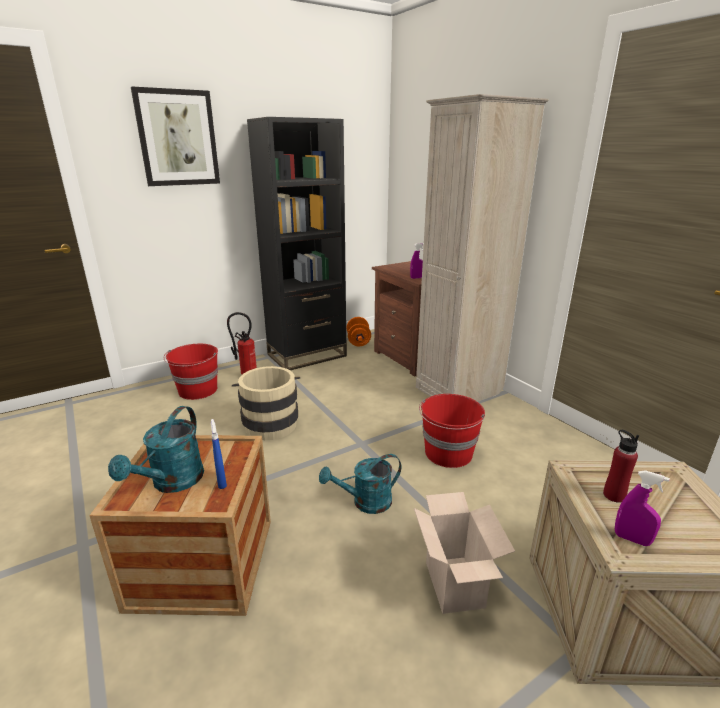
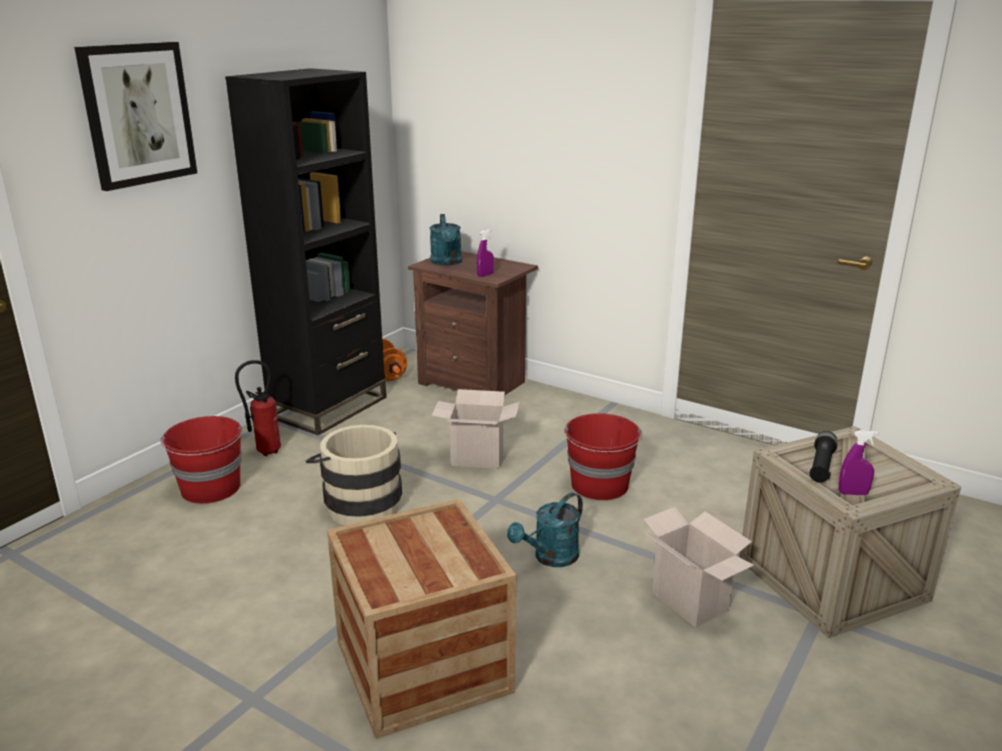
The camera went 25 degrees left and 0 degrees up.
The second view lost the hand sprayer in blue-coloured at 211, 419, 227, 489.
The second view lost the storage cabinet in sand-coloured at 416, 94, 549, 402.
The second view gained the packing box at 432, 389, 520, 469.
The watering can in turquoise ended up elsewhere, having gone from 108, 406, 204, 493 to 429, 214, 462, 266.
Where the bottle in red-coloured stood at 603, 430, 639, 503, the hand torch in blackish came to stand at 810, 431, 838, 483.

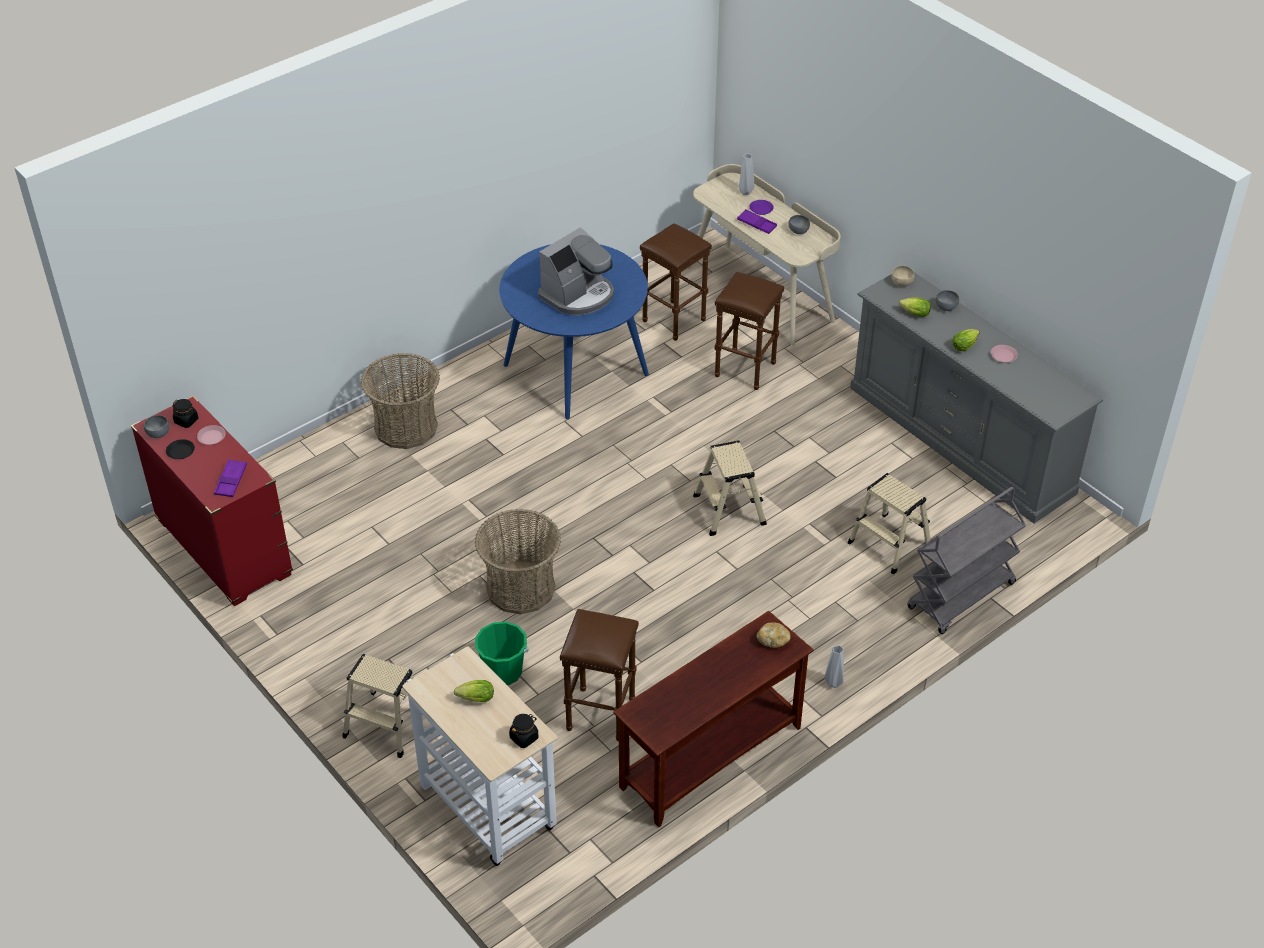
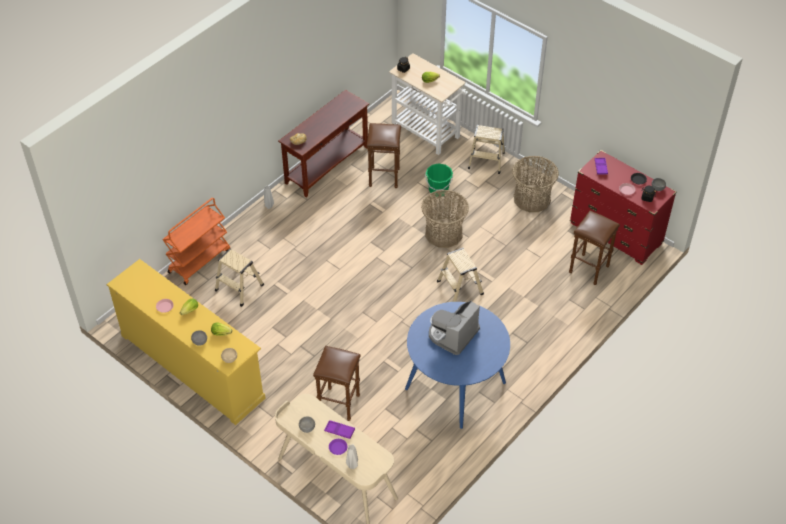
The camera went 170 degrees right and 5 degrees up.
The basket ended up elsewhere, having gone from 361, 353, 440, 449 to 512, 156, 559, 212.
The stool in brown ended up elsewhere, having gone from 640, 223, 712, 341 to 569, 211, 620, 285.
The stepladder in sand-coloured ended up elsewhere, having gone from 693, 440, 767, 536 to 437, 248, 484, 302.
What was the storage cabinet in greyish at 850, 272, 1103, 524 turned into the storage cabinet in yellow at 106, 259, 266, 425.
What was the trolley in greyish at 907, 487, 1026, 634 turned into the trolley in orangey at 163, 198, 230, 285.

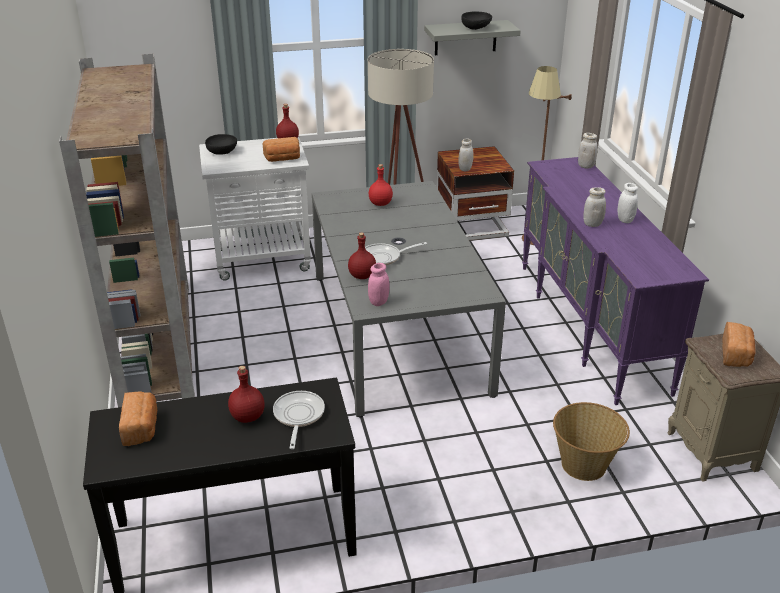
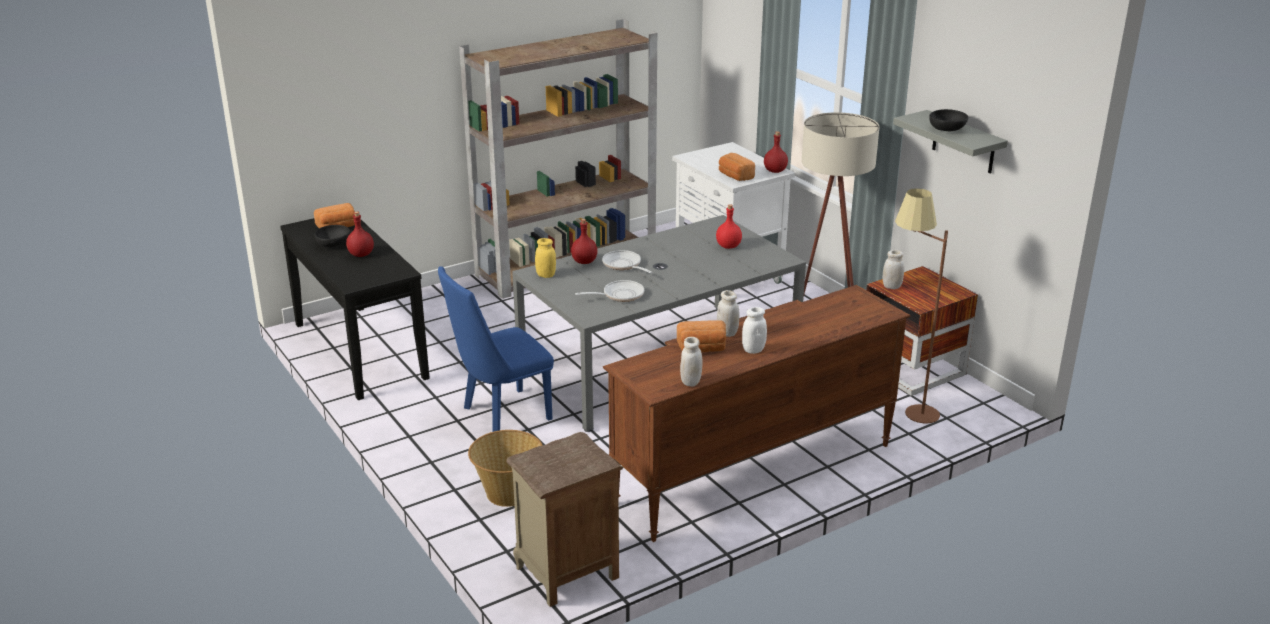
The camera went 70 degrees right and 5 degrees down.
The second view gained the upright chair in blue-coloured at 438, 266, 554, 432.
The serving bowl in blackish ended up elsewhere, having gone from 205, 134, 237, 155 to 315, 225, 350, 248.
The pan ended up elsewhere, having gone from 273, 391, 325, 449 to 575, 280, 644, 302.
The preserve jar in white ended up elsewhere, having gone from 578, 133, 597, 169 to 680, 337, 702, 387.
The bread ended up elsewhere, having gone from 722, 322, 756, 367 to 677, 320, 726, 352.
What was the preserve jar in pinkish at 368, 263, 390, 306 turned into the preserve jar in yellow at 535, 238, 556, 278.
What was the storage cabinet in purplish at 522, 157, 709, 405 turned into the storage cabinet in brown at 603, 285, 911, 542.

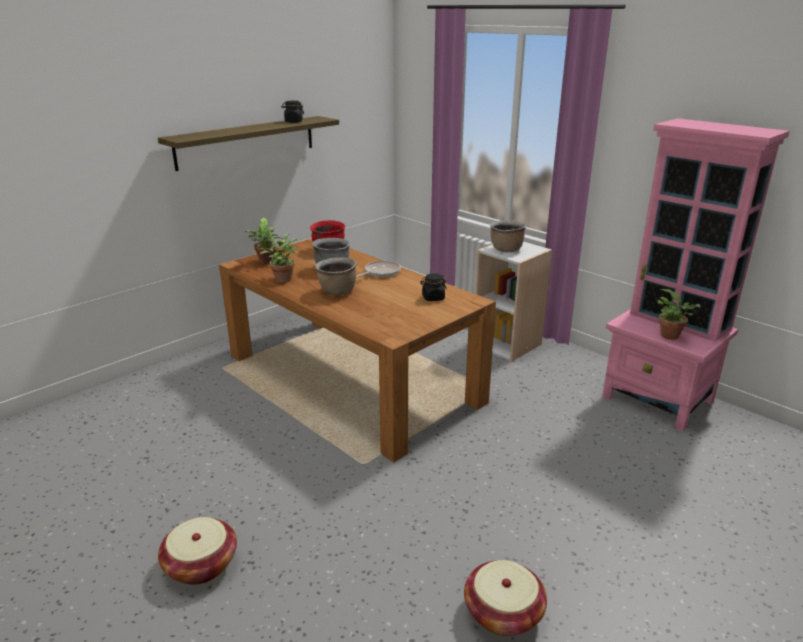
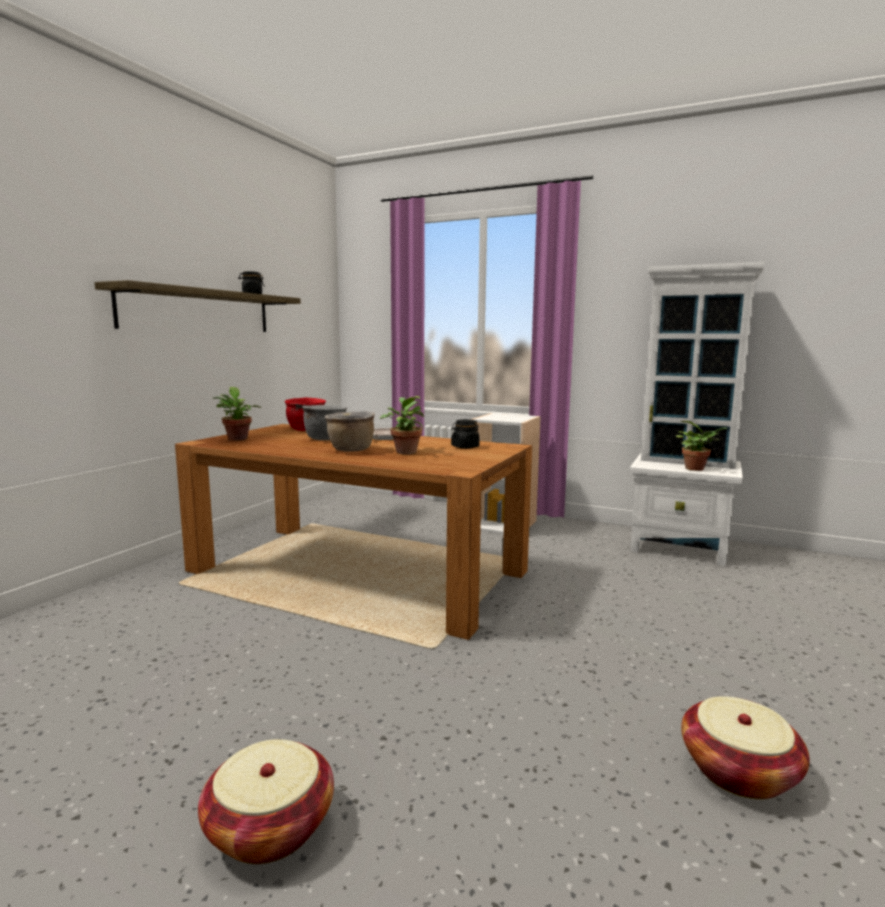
The camera went 20 degrees left and 15 degrees down.
The second view lost the saucepot in brown at 490, 220, 526, 252.
The potted plant ended up elsewhere, having gone from 260, 233, 297, 283 to 380, 396, 424, 454.
What was the storage cabinet in pinkish at 602, 118, 790, 431 turned into the storage cabinet in white at 630, 261, 765, 566.

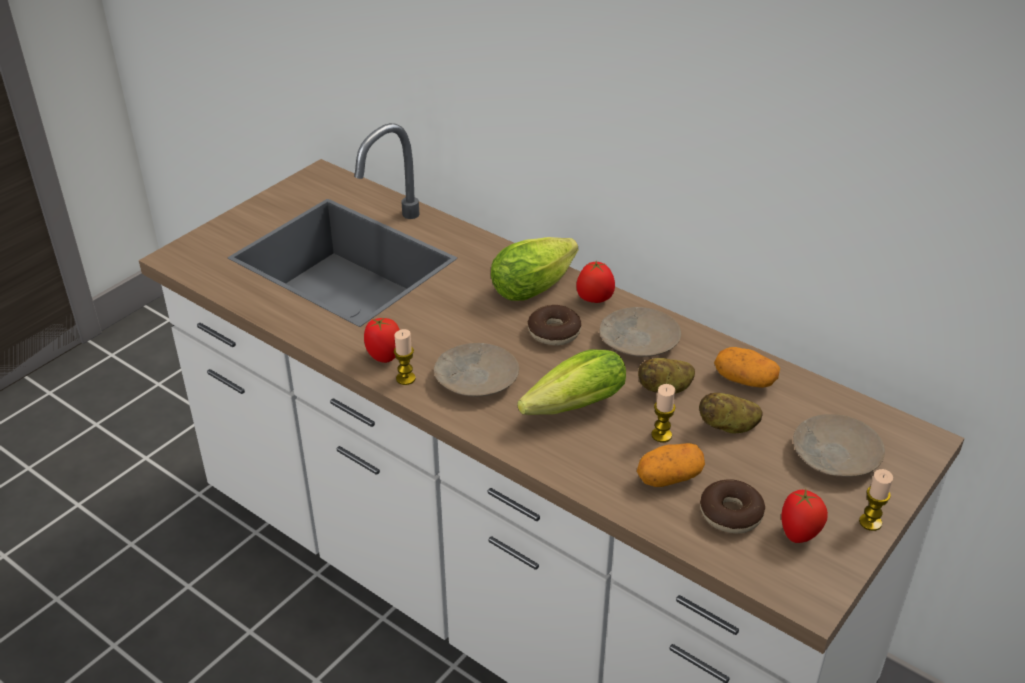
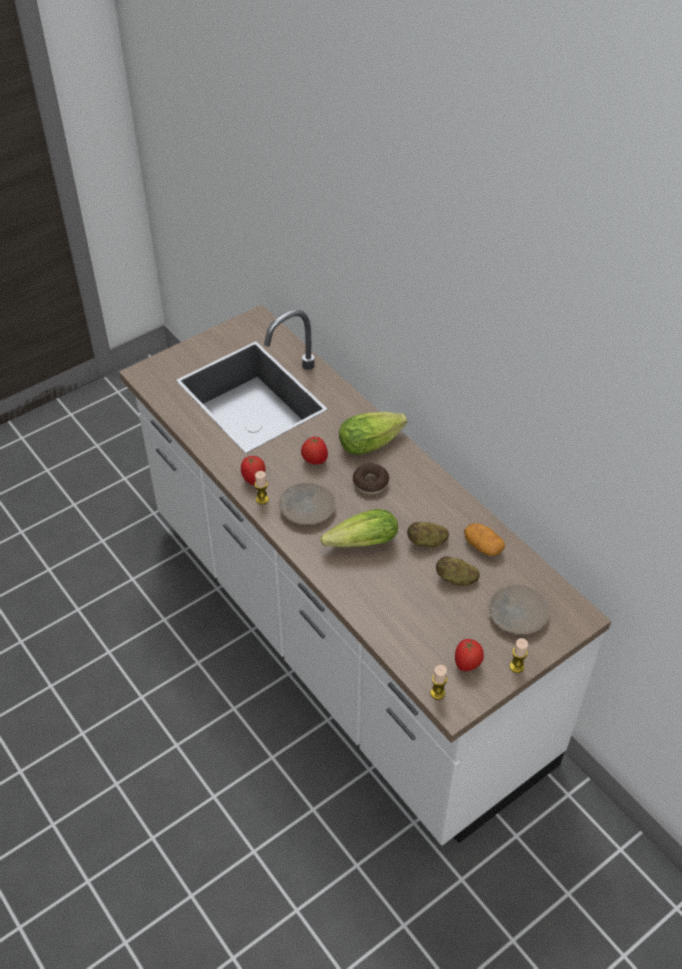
The camera went 15 degrees right and 10 degrees up.
The second view lost the flat dish in sand-coloured at 600, 307, 681, 357.
The second view lost the potato at 637, 443, 705, 487.
The second view lost the ring doughnut at 700, 480, 765, 533.
The tomato ended up elsewhere, having gone from 577, 261, 615, 303 to 301, 436, 328, 465.
The wax light ended up elsewhere, having gone from 651, 384, 676, 442 to 430, 665, 447, 700.

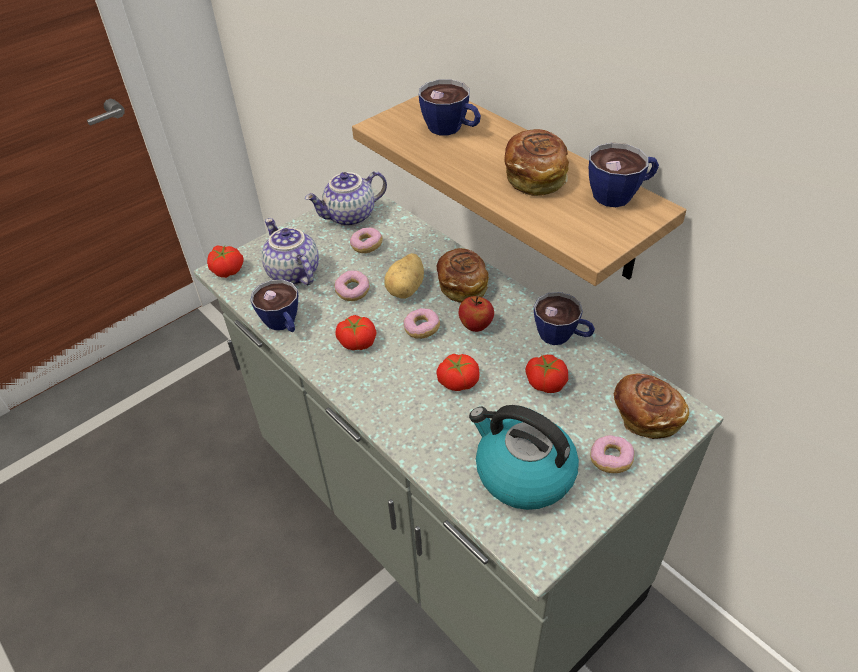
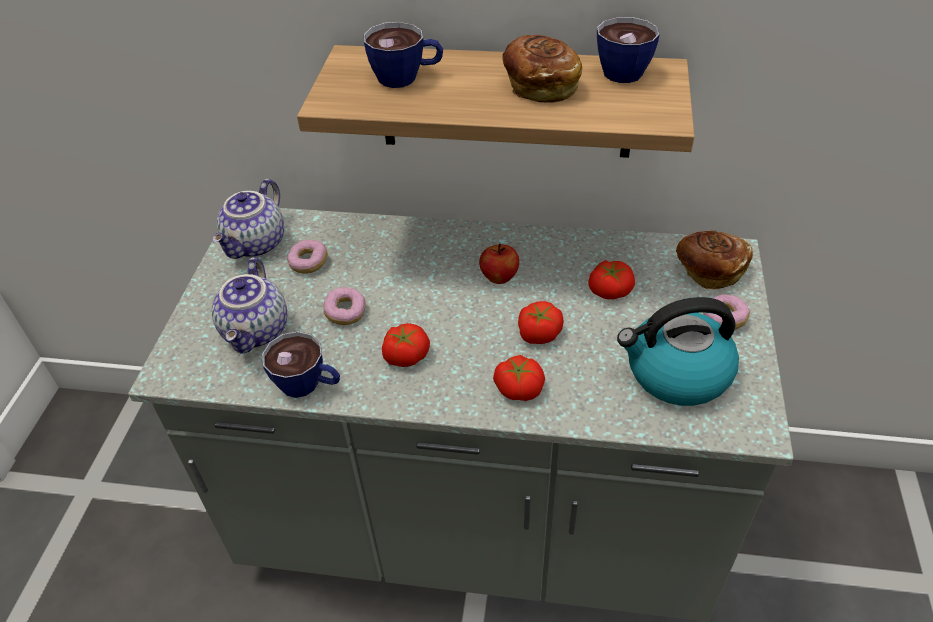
The camera went 40 degrees left and 0 degrees up.
The second view lost the potato at 384, 253, 424, 299.
The second view lost the ring doughnut at 403, 308, 440, 339.
The second view lost the bread at 437, 248, 489, 303.
The second view lost the drinking cup at 534, 292, 595, 345.
The tomato ended up elsewhere, having gone from 207, 245, 244, 278 to 493, 355, 545, 401.
The teapot at 261, 218, 319, 285 ended up facing another way, 105 degrees counterclockwise from before.

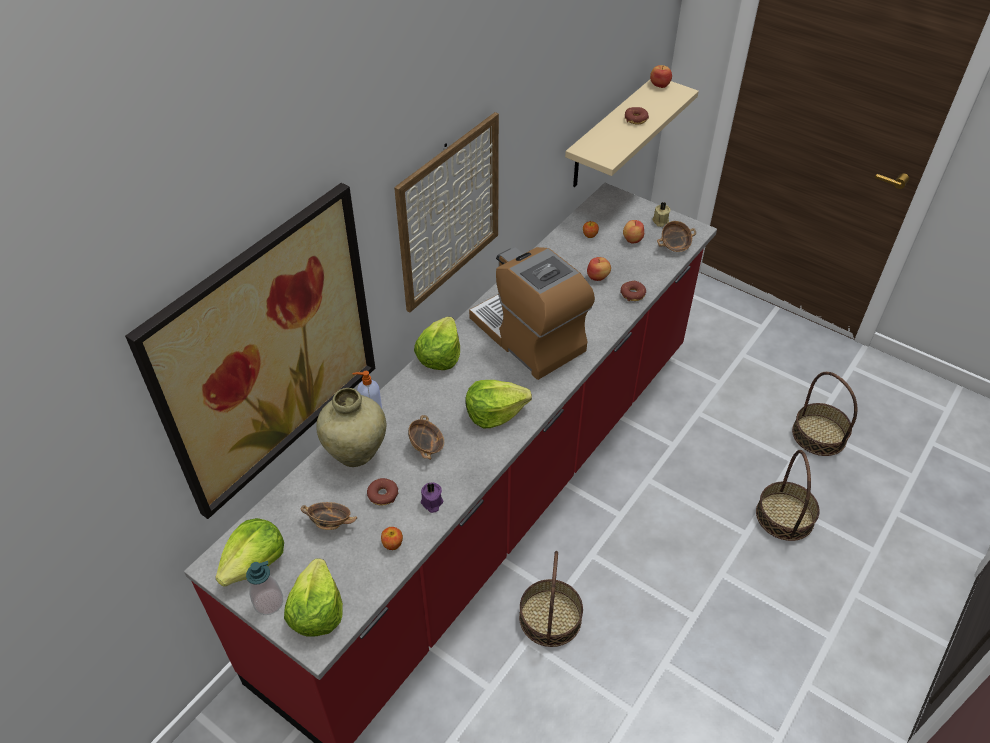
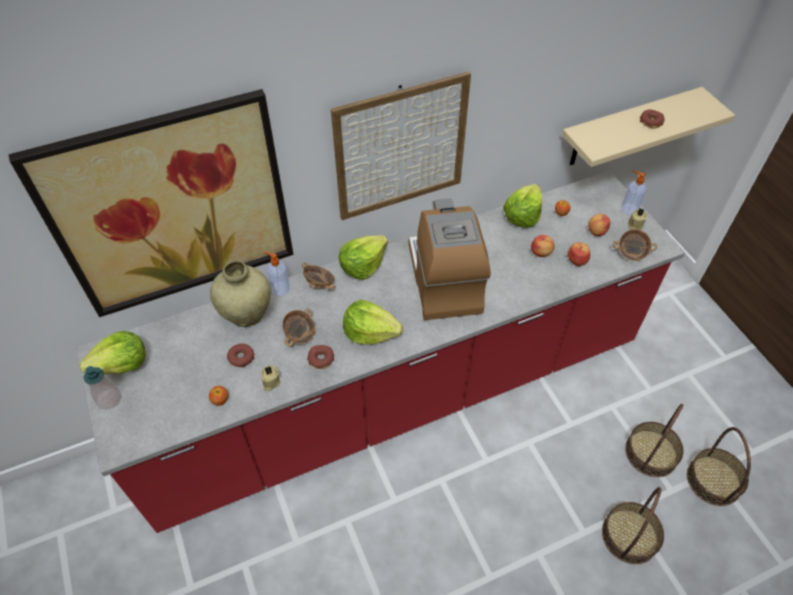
The camera went 30 degrees right and 5 degrees up.
The second view gained the soap dispenser at 621, 171, 646, 215.
The head of lettuce ended up elsewhere, having gone from 284, 559, 343, 637 to 503, 184, 542, 228.
The serving bowl ended up elsewhere, having gone from 301, 502, 357, 530 to 302, 262, 336, 289.
The basket ended up elsewhere, having gone from 519, 551, 583, 647 to 625, 404, 684, 477.
The ring doughnut ended up elsewhere, having gone from 620, 281, 646, 301 to 307, 345, 334, 369.
The whole apple ended up elsewhere, having gone from 650, 65, 672, 88 to 568, 242, 590, 266.
What was the wax light in purplish at 421, 483, 443, 513 turned into the wax light in sand-coloured at 261, 365, 280, 391.

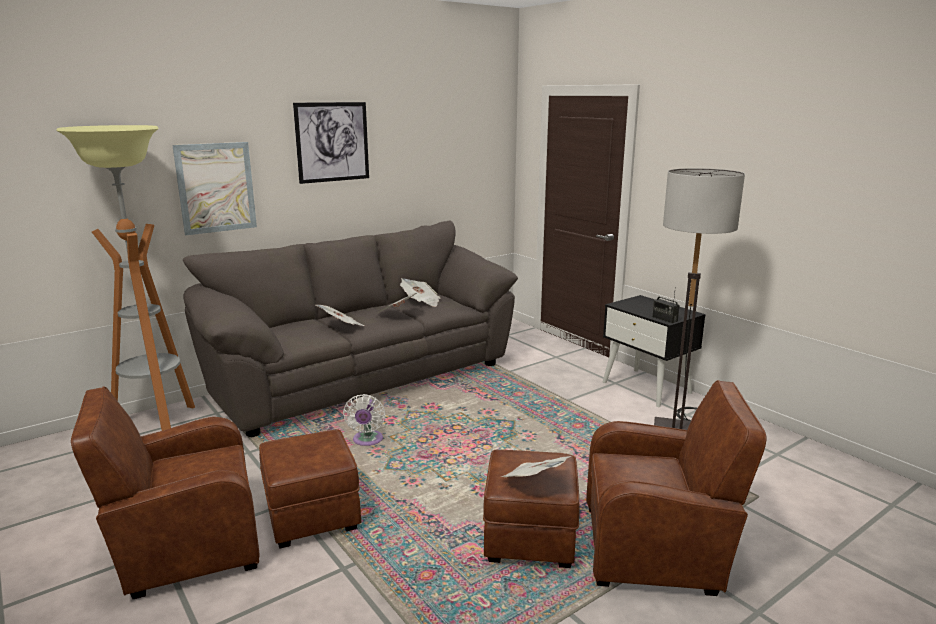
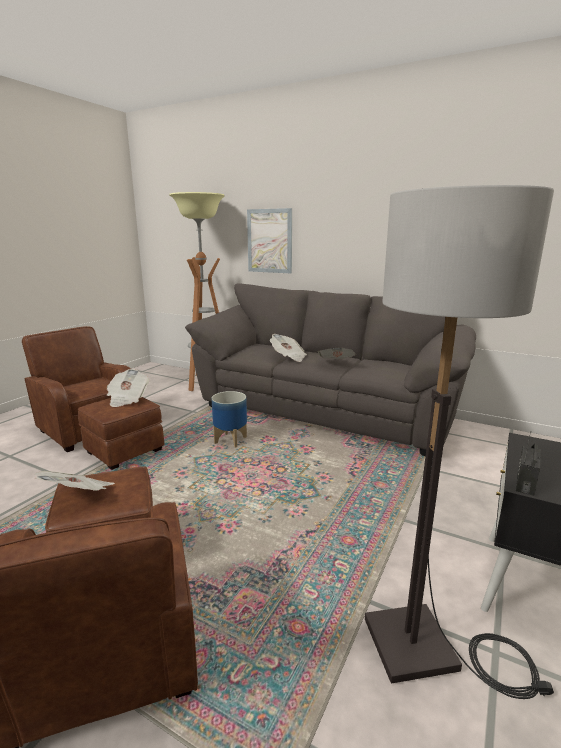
The camera went 65 degrees right and 0 degrees up.
The second view lost the wall art at 293, 102, 369, 184.
The newspaper ended up elsewhere, having gone from 400, 278, 441, 307 to 107, 369, 149, 407.
Where the fan in white stood at 343, 394, 385, 446, the flower pot came to stand at 211, 391, 247, 447.

